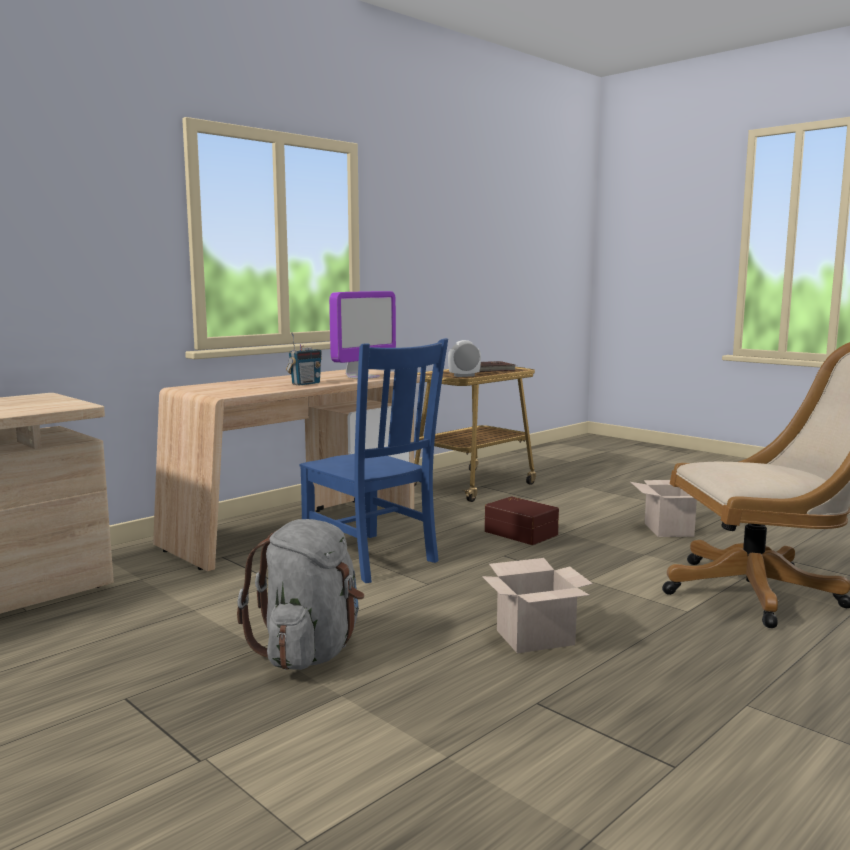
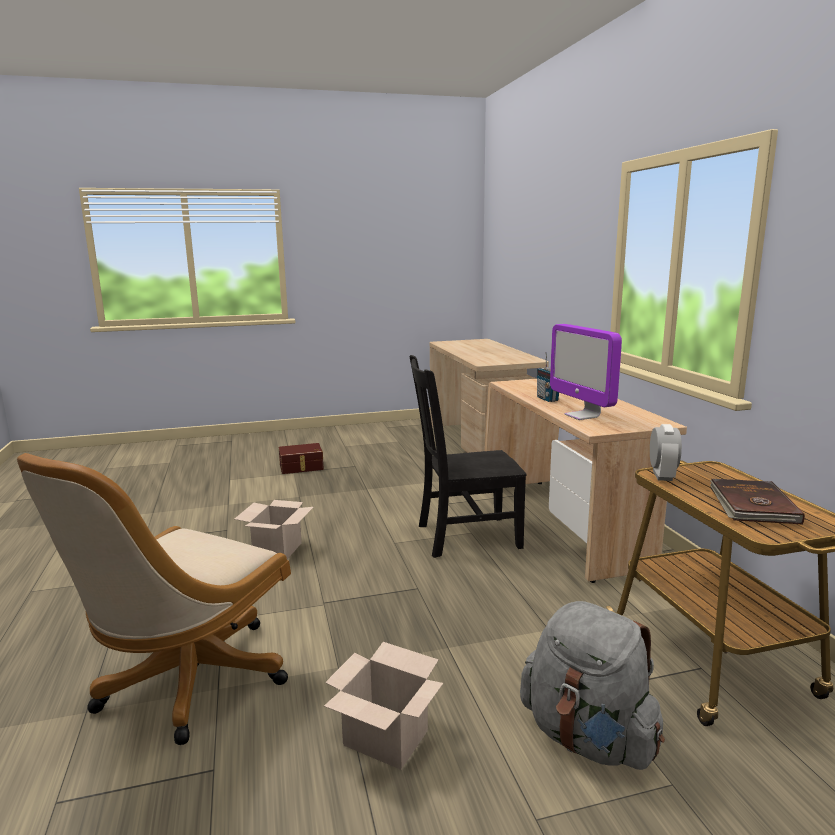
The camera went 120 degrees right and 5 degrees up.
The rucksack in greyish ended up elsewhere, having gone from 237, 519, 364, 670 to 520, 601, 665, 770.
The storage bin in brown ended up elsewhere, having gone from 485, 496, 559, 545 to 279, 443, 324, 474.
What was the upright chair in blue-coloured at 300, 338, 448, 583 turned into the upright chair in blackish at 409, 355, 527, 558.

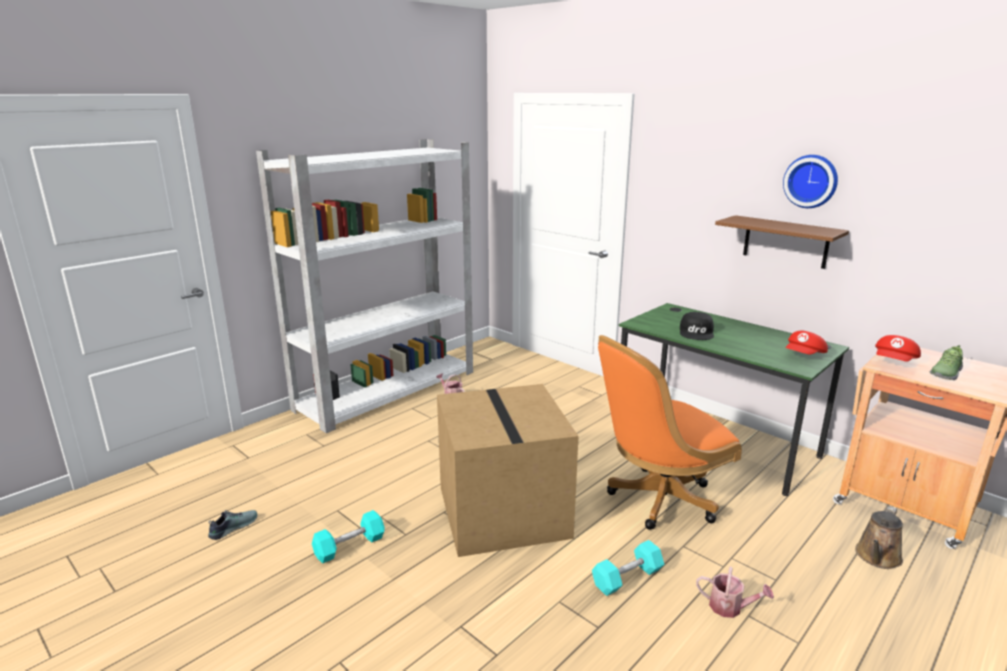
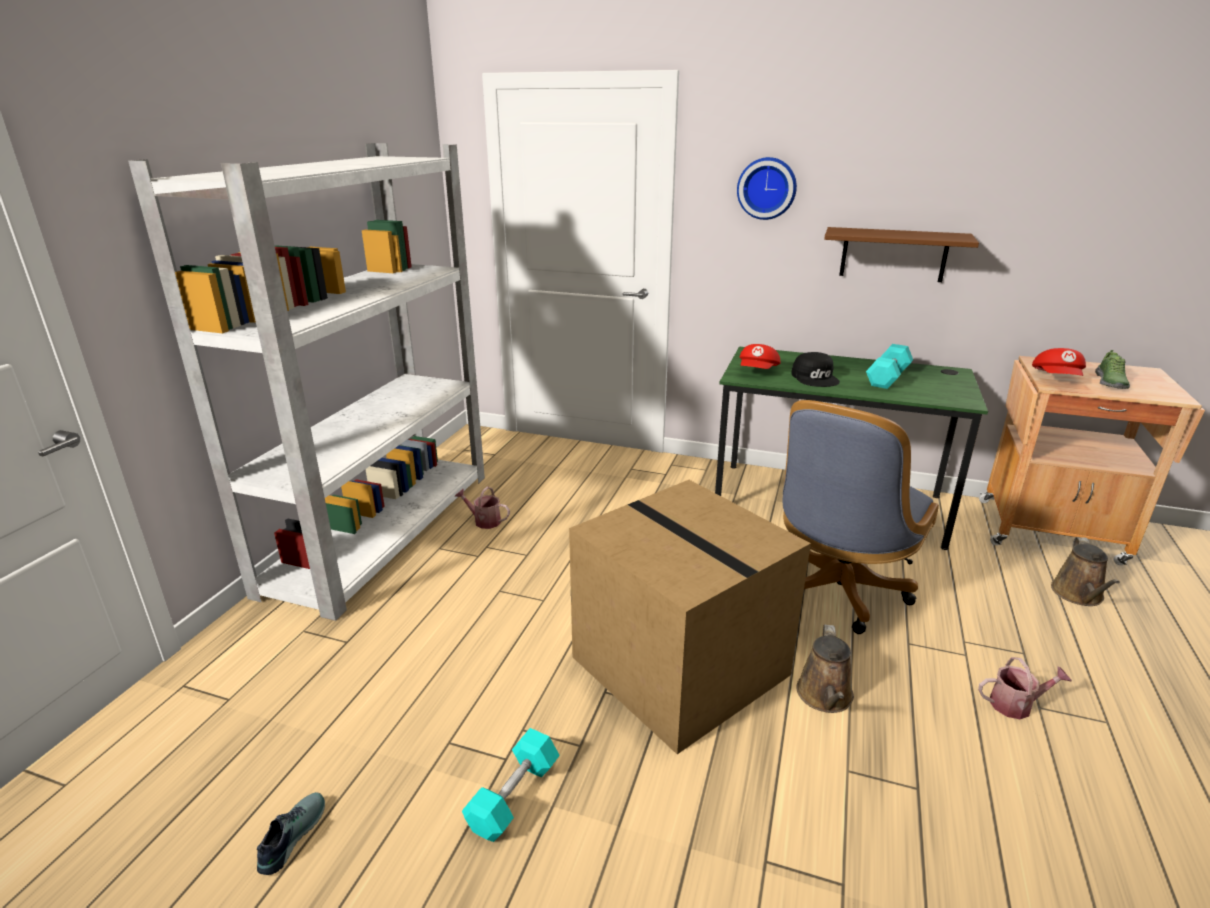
The camera went 25 degrees left and 5 degrees up.
The second view gained the watering can in brown at 796, 624, 854, 713.
The dumbbell in turquoise ended up elsewhere, having gone from 592, 540, 665, 596 to 866, 344, 913, 389.
The clock on the wall ended up elsewhere, having gone from 783, 155, 838, 208 to 737, 157, 797, 220.
The cap in red-coloured ended up elsewhere, having gone from 785, 331, 828, 355 to 740, 344, 780, 369.
What was the desk chair in orangey at 598, 335, 742, 530 turned into the desk chair in blue-coloured at 782, 400, 939, 634.

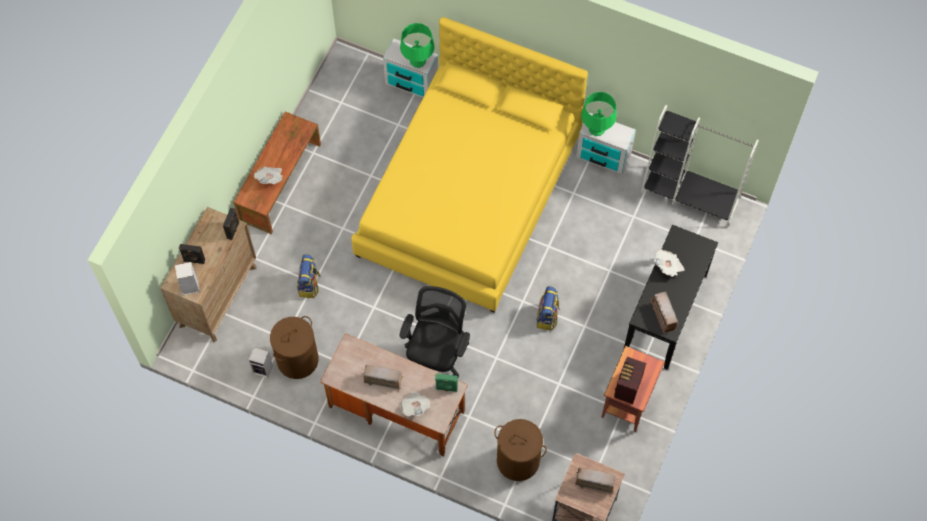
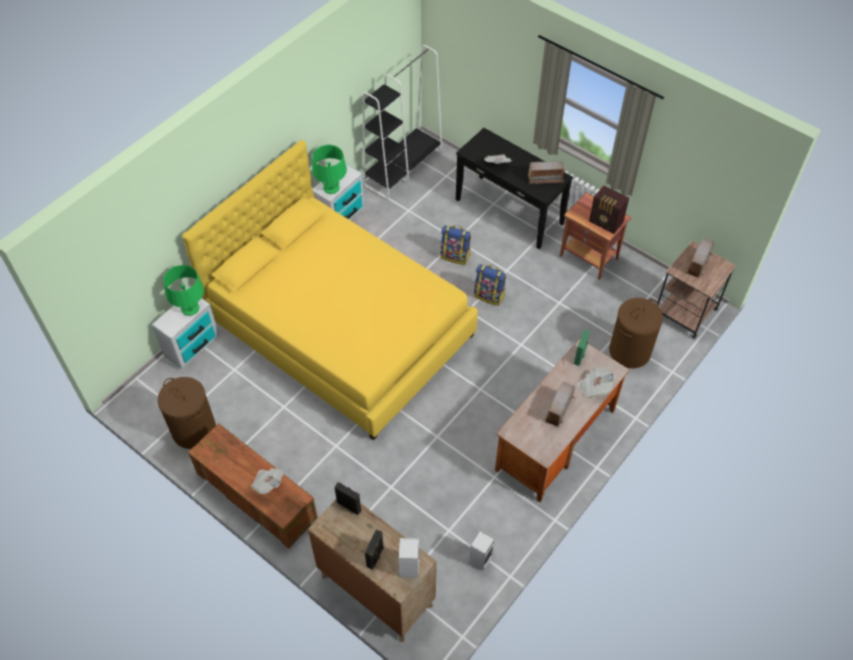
The camera went 75 degrees left and 10 degrees down.
The second view lost the desk chair in blackish at 399, 286, 470, 378.
The washing basket in brown ended up elsewhere, having gone from 270, 316, 319, 379 to 158, 377, 216, 449.
The rucksack ended up elsewhere, having gone from 297, 254, 321, 298 to 440, 225, 471, 265.

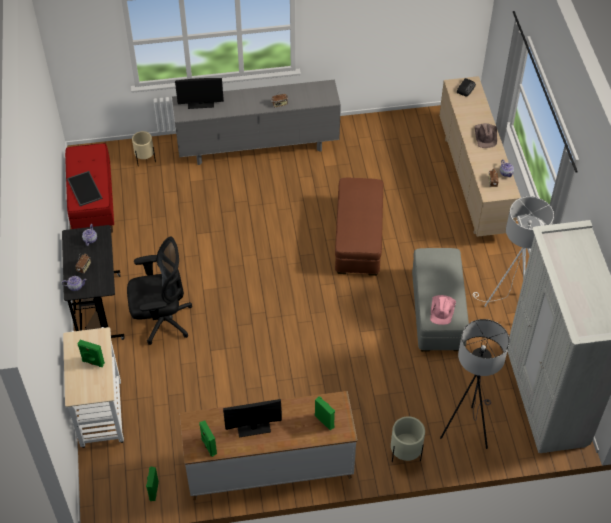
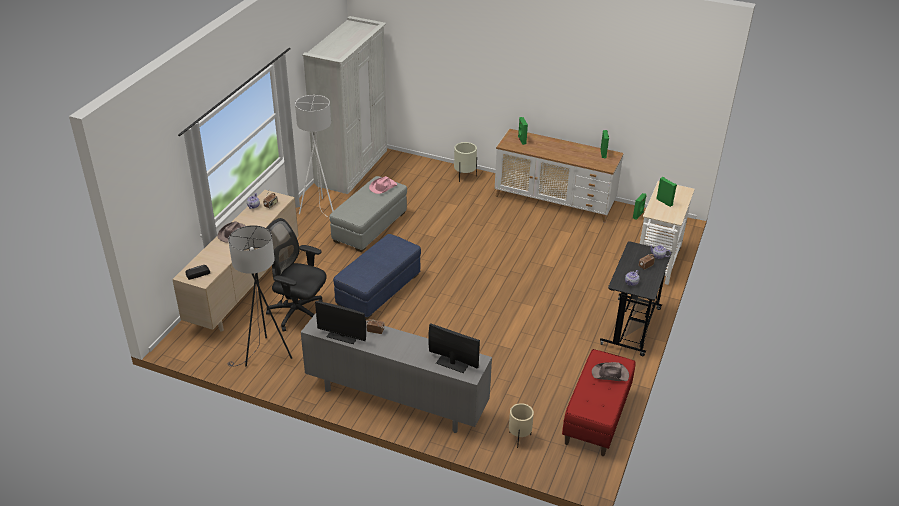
The camera went 150 degrees left and 15 degrees down.
The desk chair in blackish ended up elsewhere, having gone from 127, 236, 192, 345 to 266, 218, 326, 331.
The monitor ended up elsewhere, having gone from 223, 399, 282, 437 to 315, 301, 366, 344.
The standing lamp in greyish ended up elsewhere, having gone from 440, 319, 510, 449 to 228, 225, 292, 367.
Where the tray stood at 67, 171, 103, 206, the wearable hat in brown came to stand at 592, 362, 629, 381.
What was the pouffe in brown at 335, 178, 383, 276 turned into the pouffe in blue-coloured at 333, 234, 421, 320.

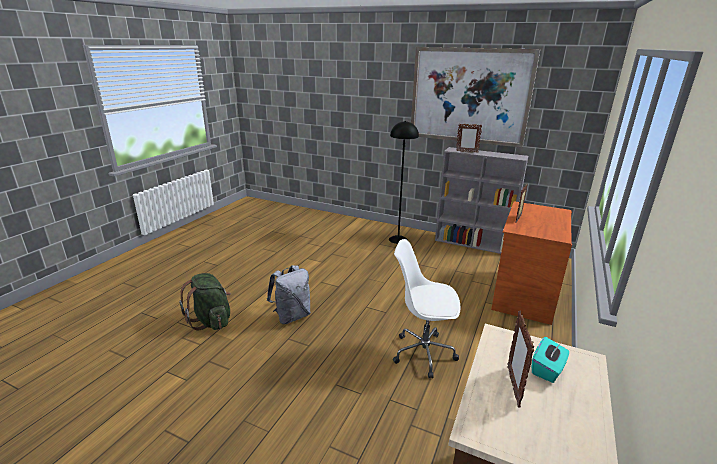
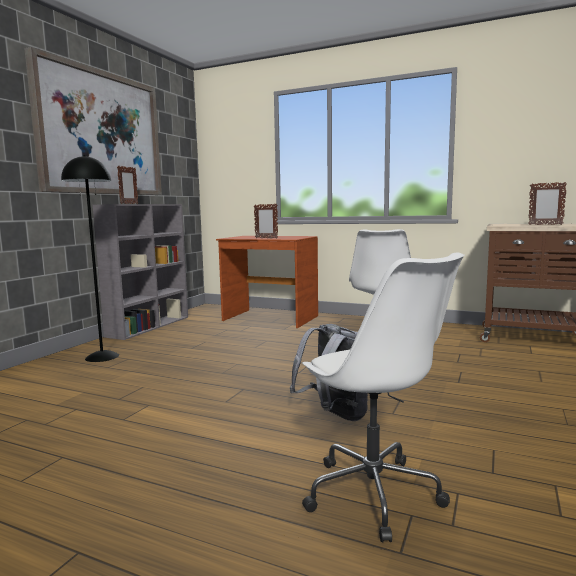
The camera went 90 degrees left and 15 degrees down.
The second view lost the tissue box in turquoise at 532, 337, 569, 383.
Where the rucksack in greenish stood at 179, 273, 231, 330, the desk chair in white came to stand at 302, 252, 465, 542.

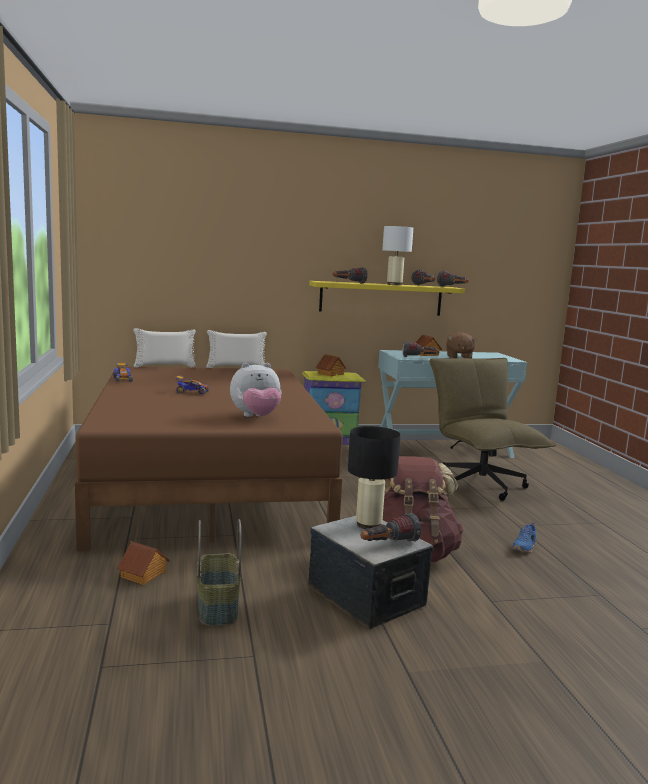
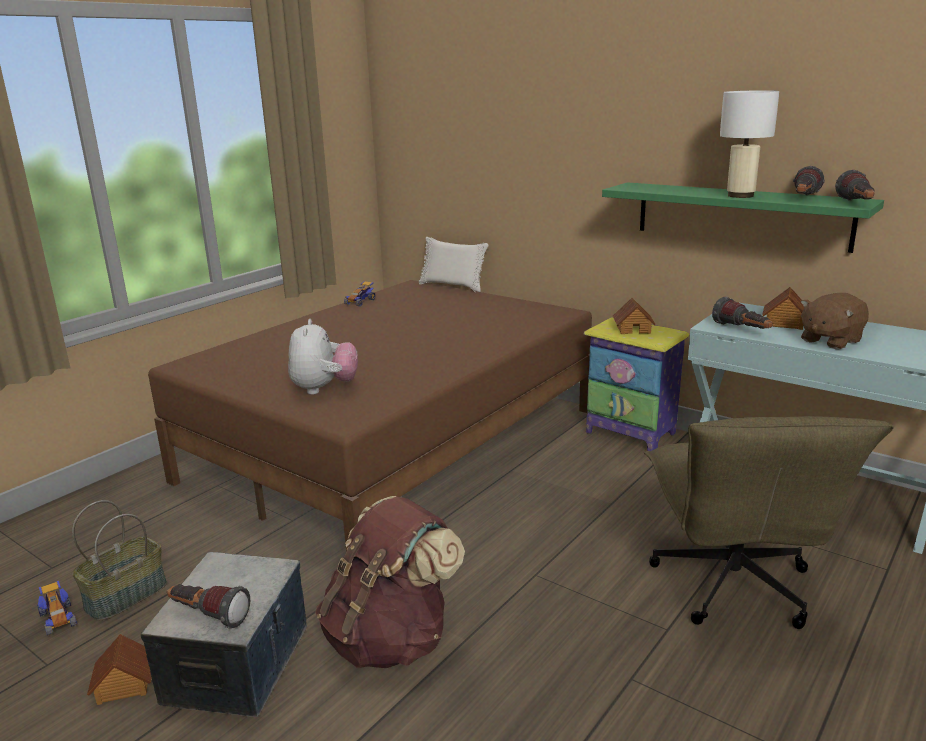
The camera went 50 degrees right and 10 degrees up.
The second view lost the pillow in white at 206, 330, 267, 368.
The second view lost the hand torch at 332, 267, 367, 284.
The second view lost the lamp for a table in blackish at 348, 426, 400, 529.
The second view lost the low shoe in blue-coloured at 512, 522, 537, 553.
The miniature house ended up elsewhere, having gone from 117, 541, 170, 585 to 87, 634, 152, 705.
The toy car ended up elsewhere, having gone from 176, 375, 209, 395 to 37, 581, 77, 636.
What was the shelf in yellow at 309, 281, 465, 316 turned into the shelf in greenish at 602, 182, 884, 253.
The soft toy at 230, 363, 282, 417 ended up facing another way, 120 degrees counterclockwise from before.
The desk chair in sand-coloured at 429, 358, 556, 501 ended up facing another way, 150 degrees clockwise from before.

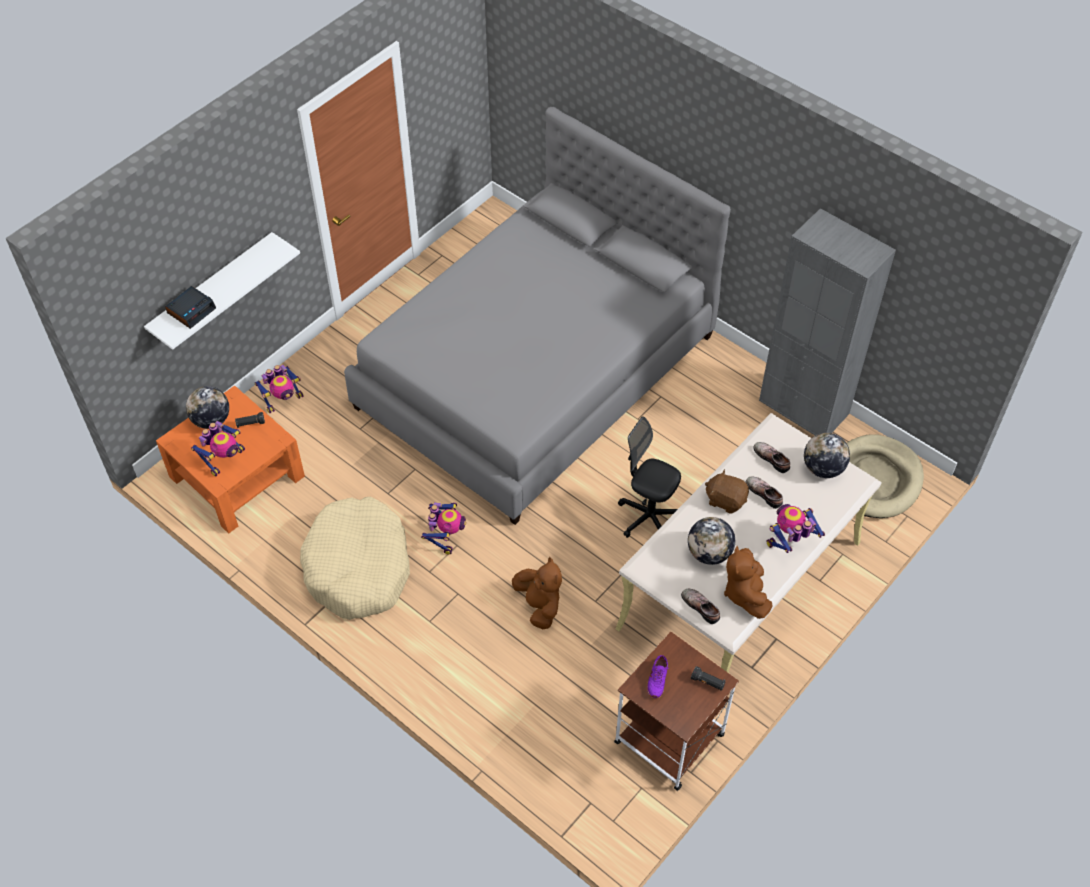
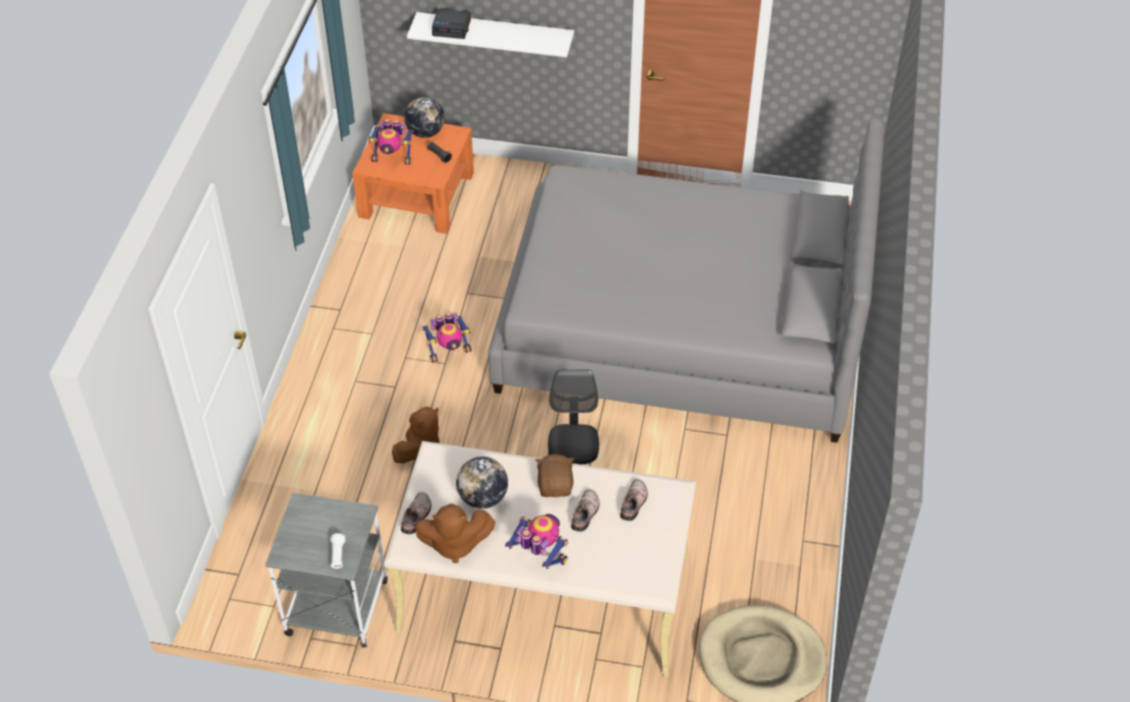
The camera went 60 degrees right and 5 degrees down.
The second view lost the robot figure at 254, 365, 303, 413.
The second view lost the dog cushion in sand-coloured at 300, 497, 410, 620.
The second view lost the low shoe in purplish at 647, 655, 668, 698.
The second view lost the storage cabinet in greyish at 759, 208, 896, 436.
The second view lost the globe at 804, 433, 850, 478.
What was the trolley in brown at 614, 632, 739, 791 turned into the trolley in greyish at 265, 492, 388, 648.
What was the hand torch in blackish at 691, 666, 725, 691 turned into the hand torch in white at 330, 533, 345, 569.
The soft toy in brown at 724, 546, 773, 619 ended up facing another way, 150 degrees counterclockwise from before.

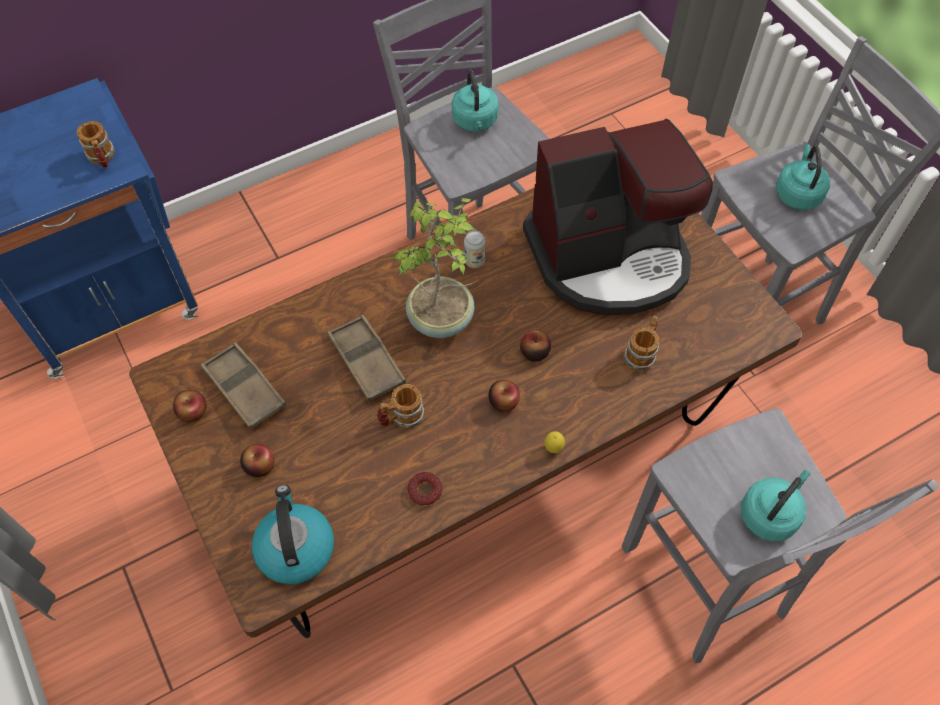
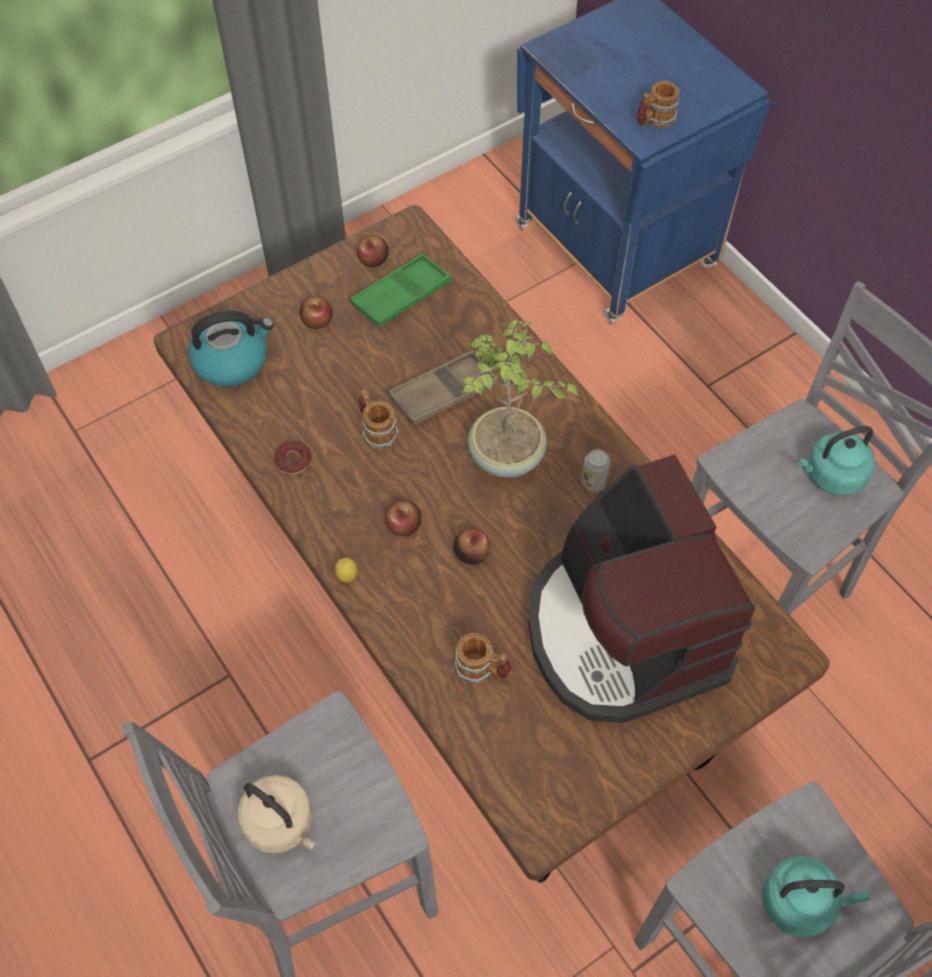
The camera went 85 degrees right and 0 degrees up.
What was the tray in brown at 201, 342, 287, 430 turned into the tray in greenish at 350, 253, 452, 327.
What was the tea kettle in turquoise at 741, 470, 811, 541 turned into the tea kettle in sand-coloured at 237, 775, 315, 853.

